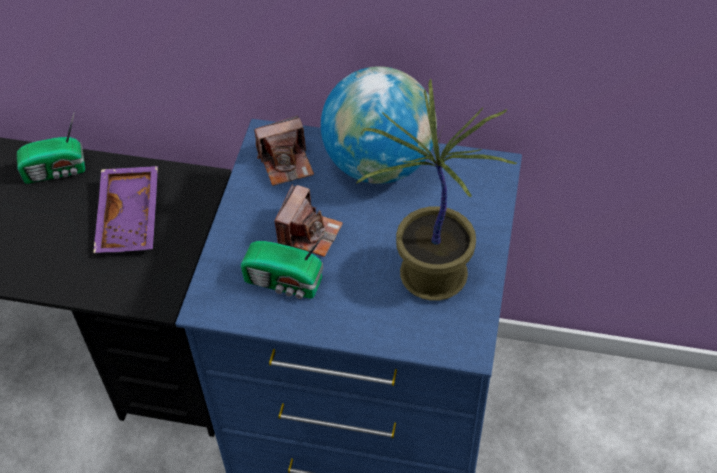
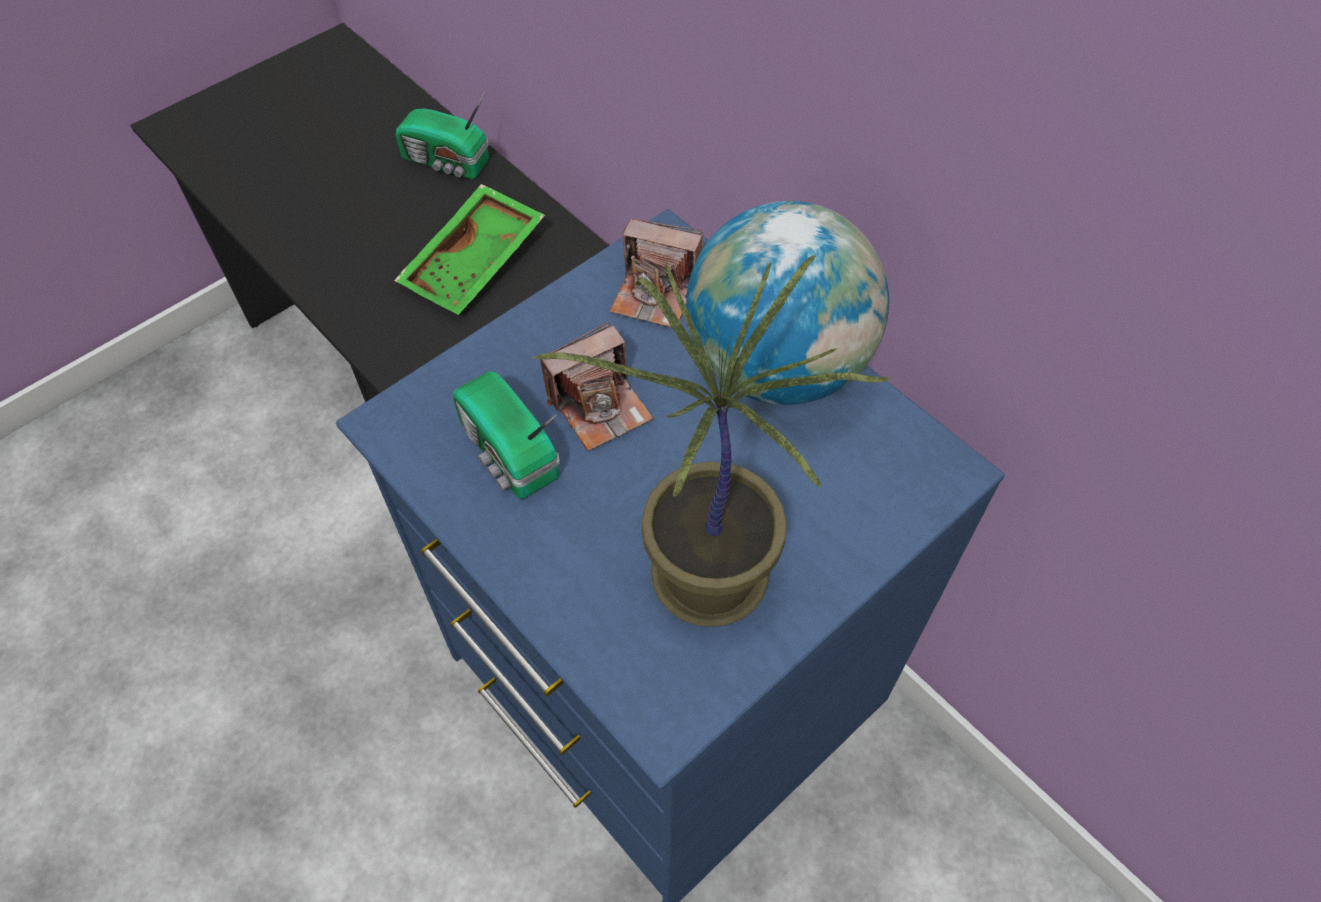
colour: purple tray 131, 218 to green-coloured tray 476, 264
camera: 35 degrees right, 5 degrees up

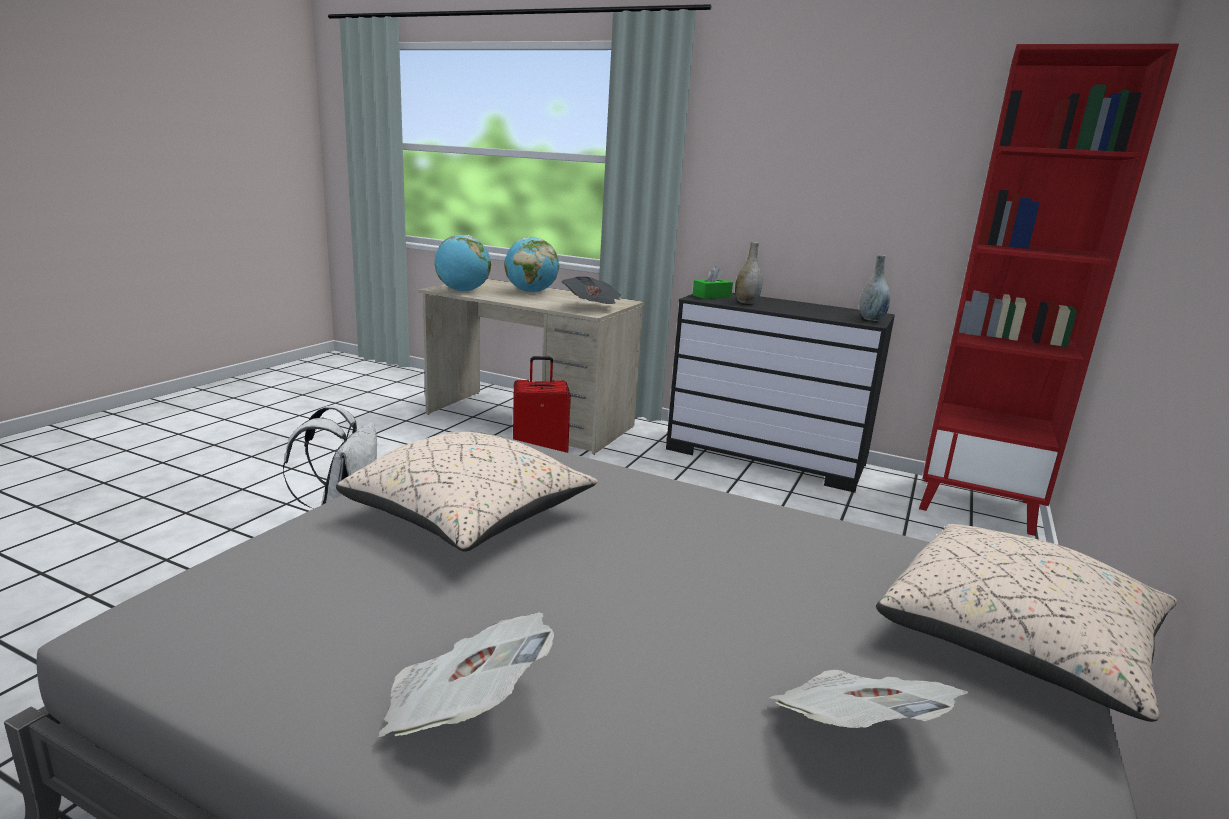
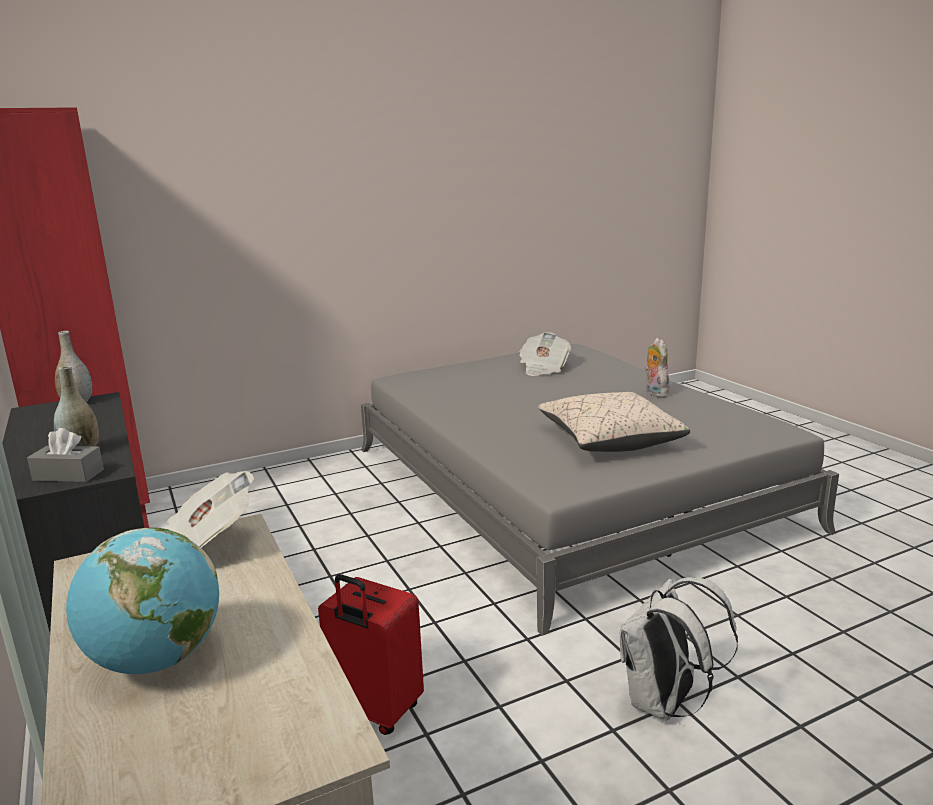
missing: globe 463, 291; beige-coloured pillow 1018, 643
exchanged: daily paper 463, 709 to plush toy 654, 393
colour: green-coloured tissue holder 711, 296 to grey tissue holder 68, 475
camera: 140 degrees left, 0 degrees up

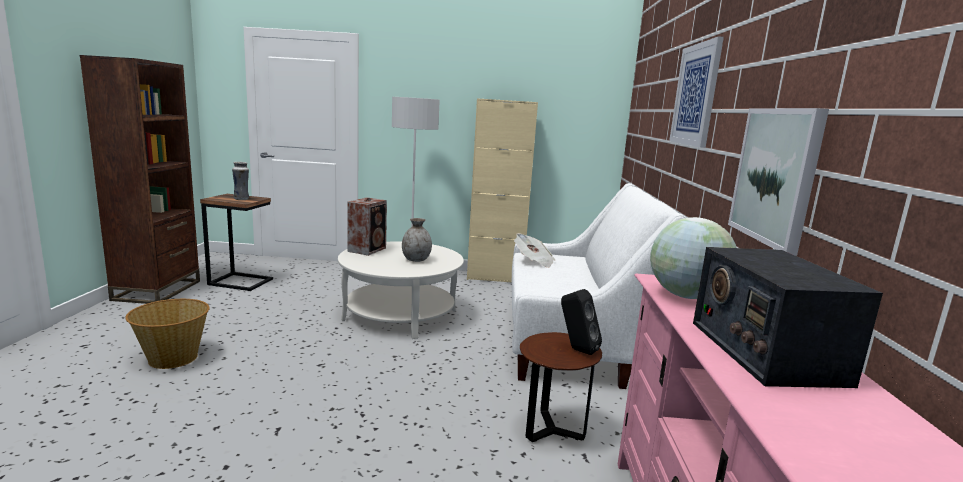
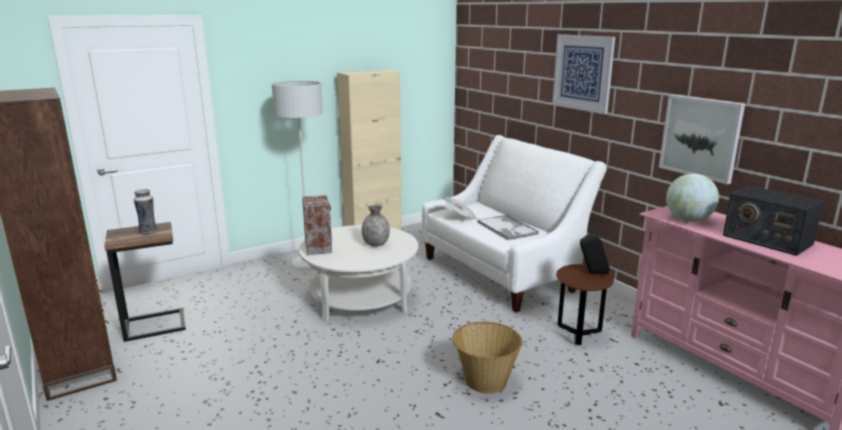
appeared: tray 507, 228
relocated: household basket 173, 358 to 485, 381
camera: 35 degrees left, 5 degrees up

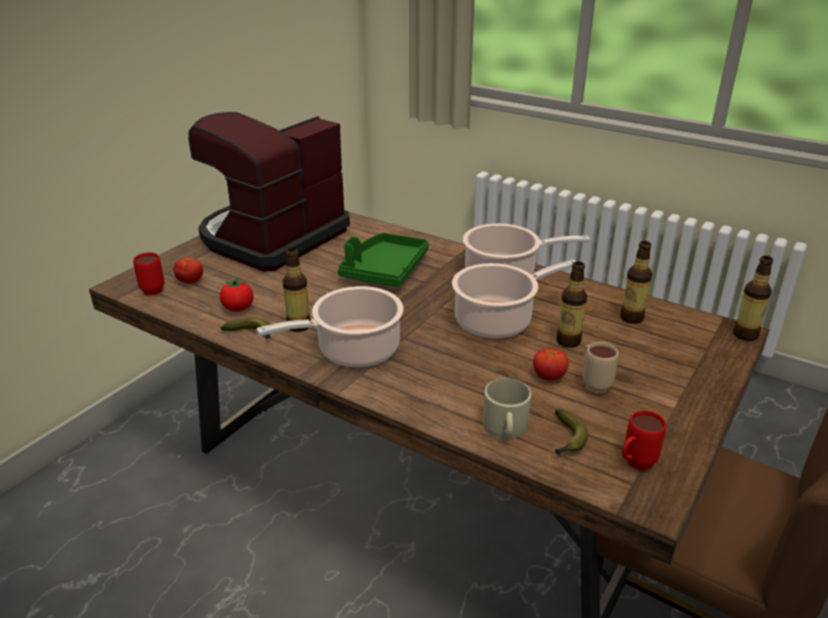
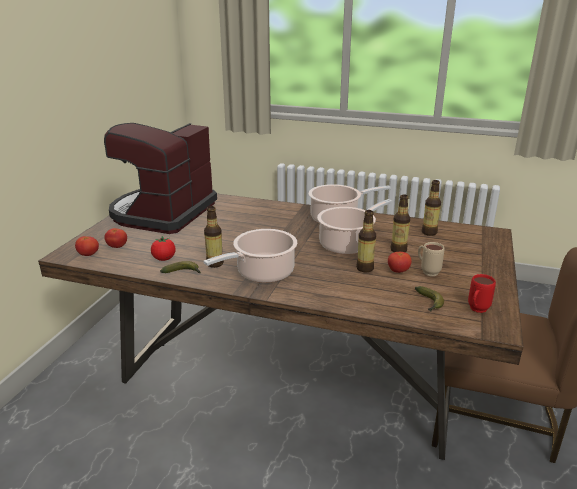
missing: green-coloured tray 384, 270; beige-coloured tea mug 505, 428
relocated: bottle 745, 335 to 365, 268
exchanged: red tea mug 150, 289 to fresh tomato 88, 255
camera: 15 degrees left, 5 degrees down

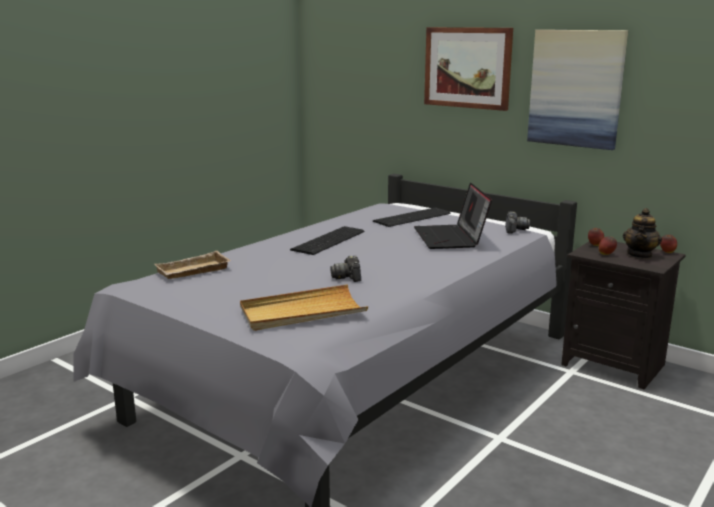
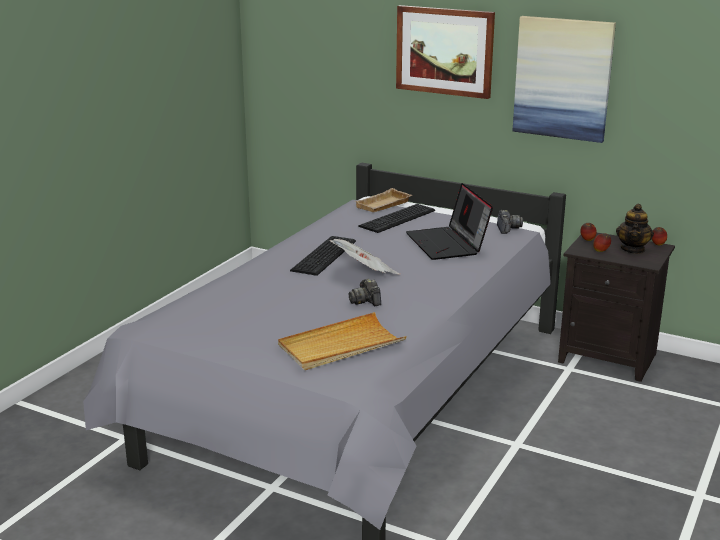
appeared: daily paper 365, 274
relocated: beige-coloured tray 193, 271 to 383, 205
camera: 10 degrees left, 5 degrees up

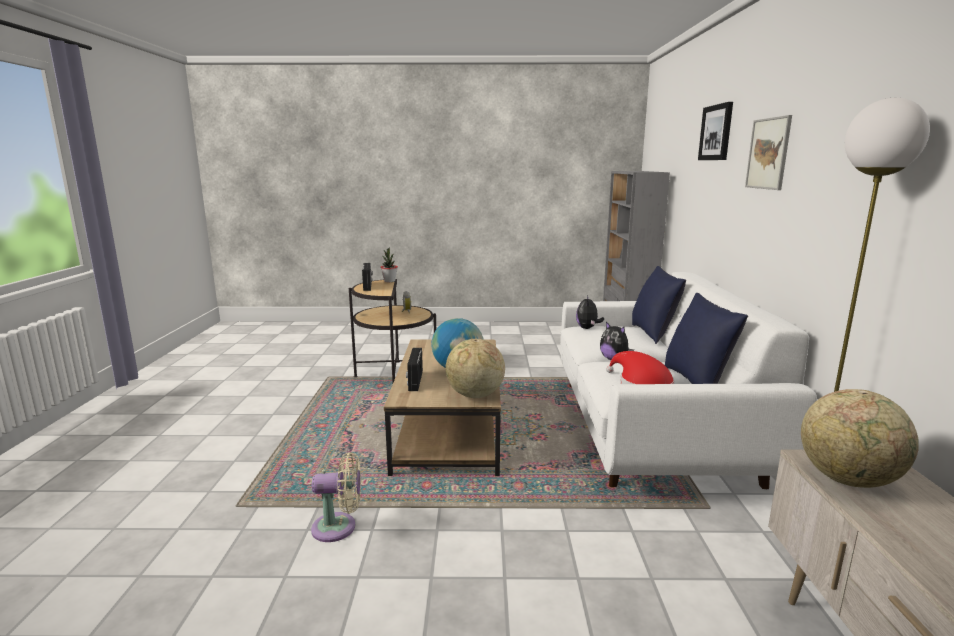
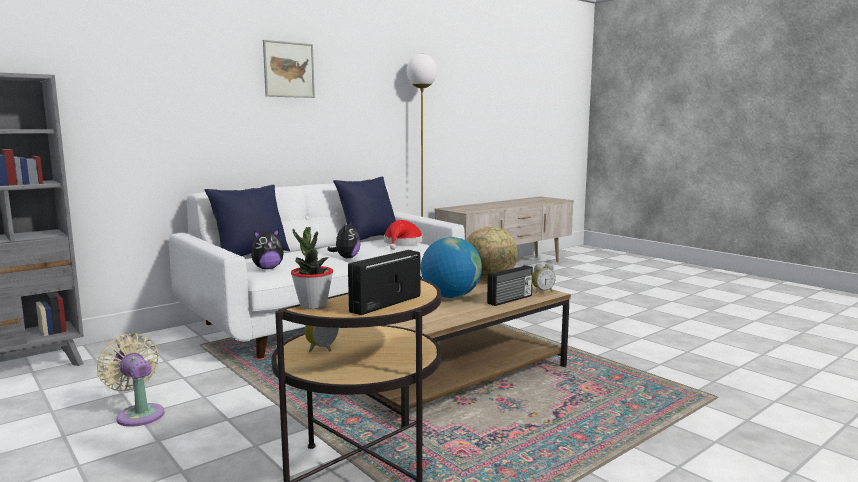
missing: wall picture 716, 132; globe 848, 479
appeared: bedside clock 542, 291
relocated: beige-coloured fan 339, 527 to 138, 414
camera: 130 degrees left, 5 degrees down

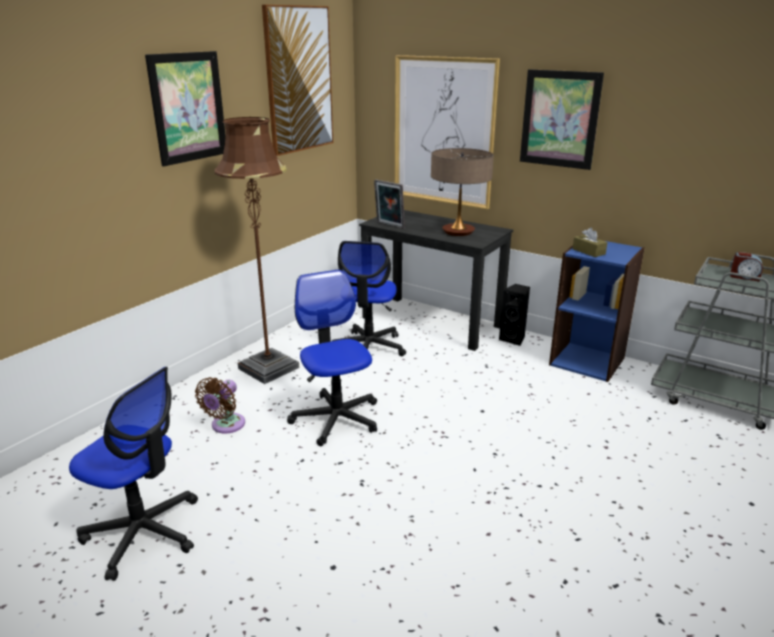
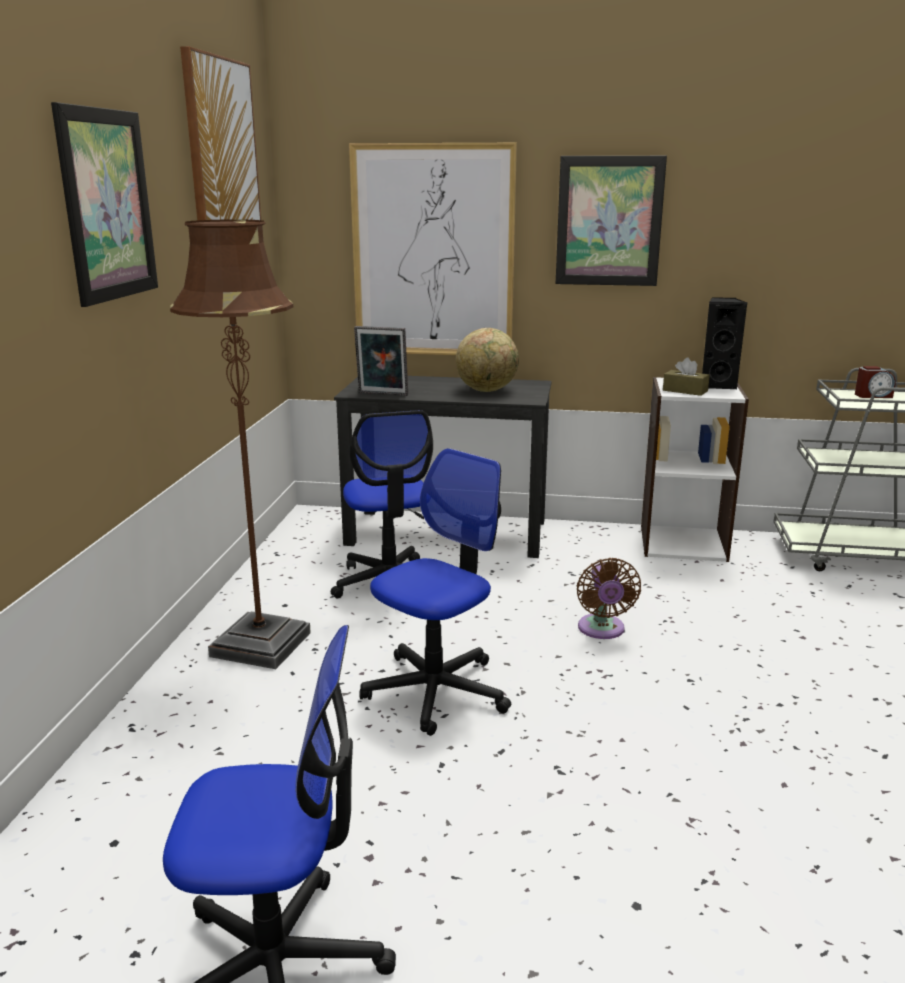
relocated: black-coloured loudspeaker 513, 339 to 717, 385; brown-coloured fan 226, 426 to 602, 630
exchanged: tabletop lamp 458, 231 to globe 487, 390
colour: bluish shelving unit 587, 361 to white shelving unit 683, 542
spun: computer chair 336, 418 = 436, 691 90 degrees clockwise
camera: 25 degrees left, 5 degrees down

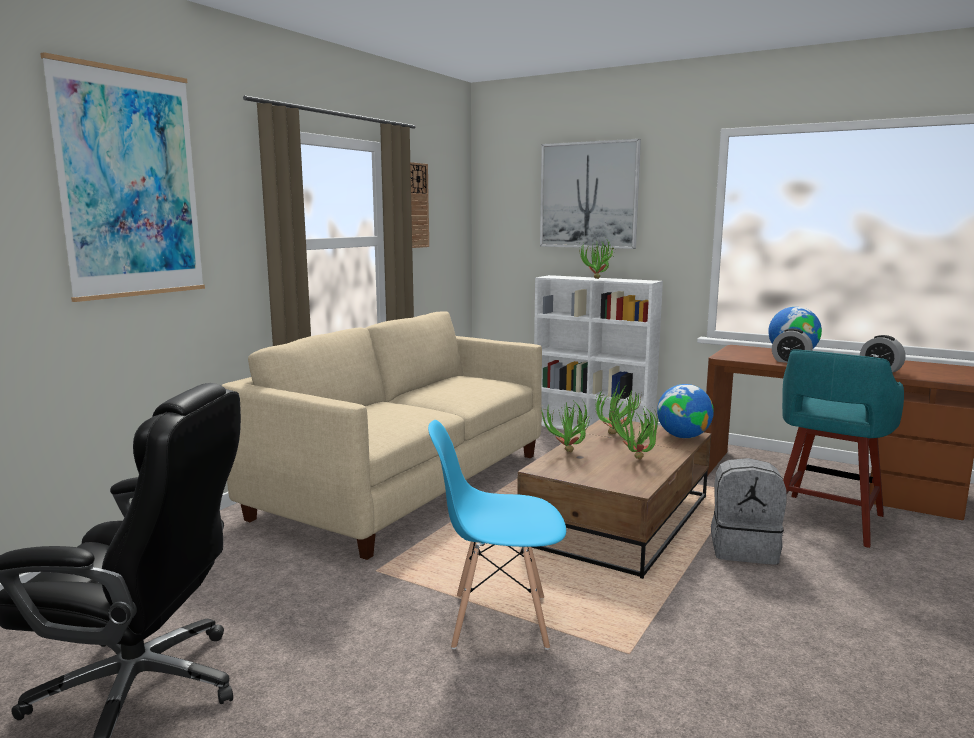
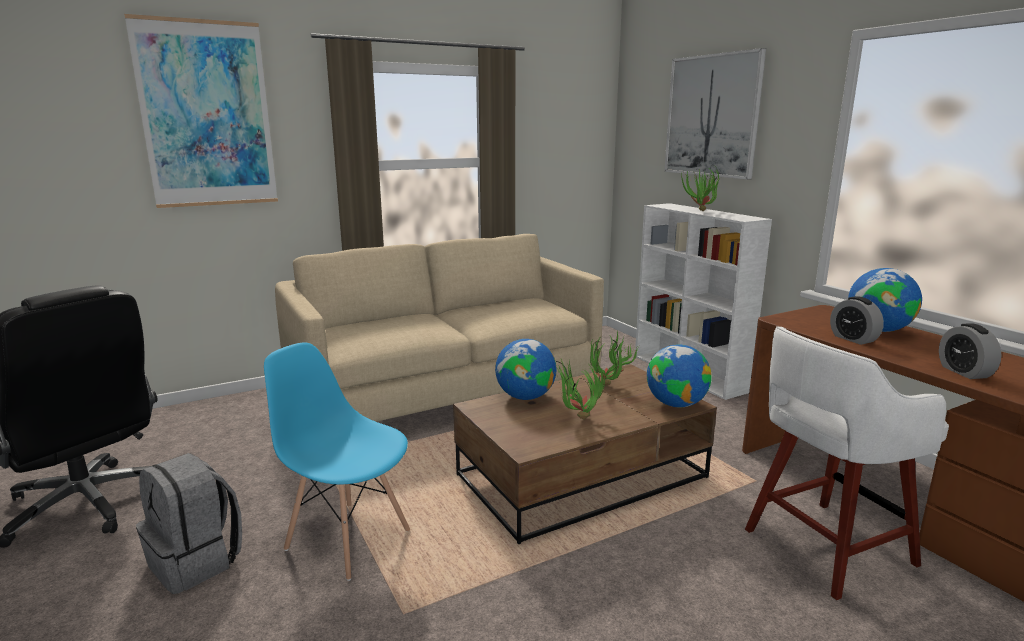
missing: hanging clock 417, 205
relocated: grey backpack 744, 549 to 197, 562
exchanged: houseplant 567, 454 to globe 525, 397
colour: turquoise stool 826, 521 to white stool 824, 548
camera: 30 degrees right, 5 degrees up

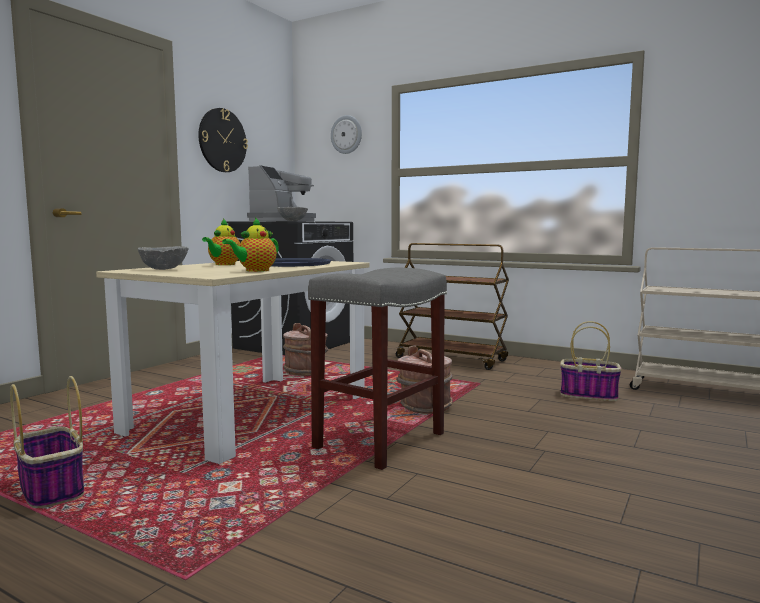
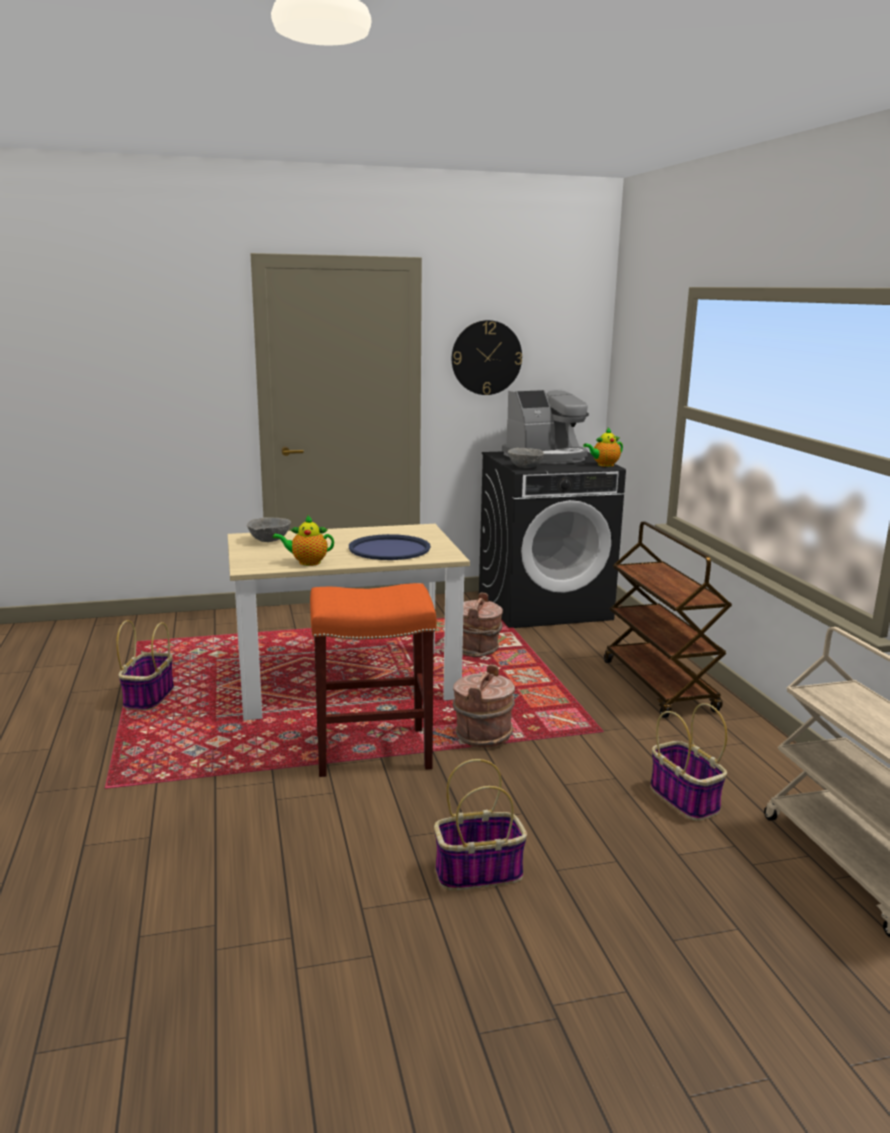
missing: hanging clock 346, 134
appeared: household basket 479, 872
relocated: teapot 224, 264 to 604, 465
colour: grey stool 379, 441 to orange-coloured stool 371, 752
camera: 45 degrees right, 10 degrees up

